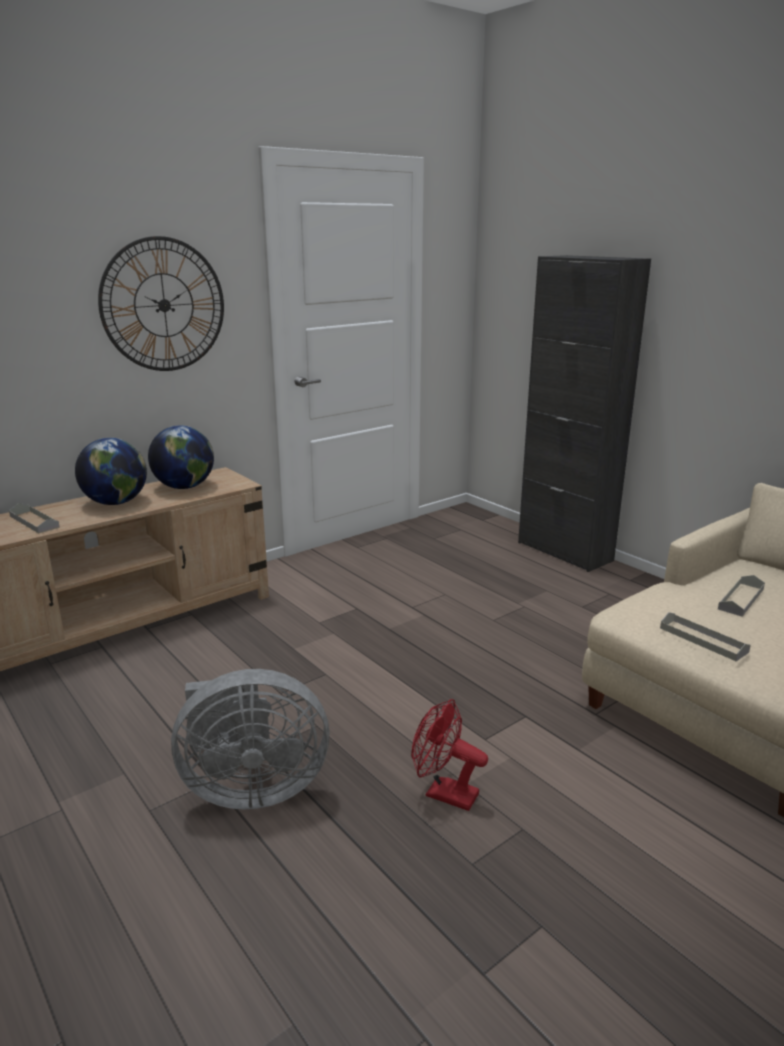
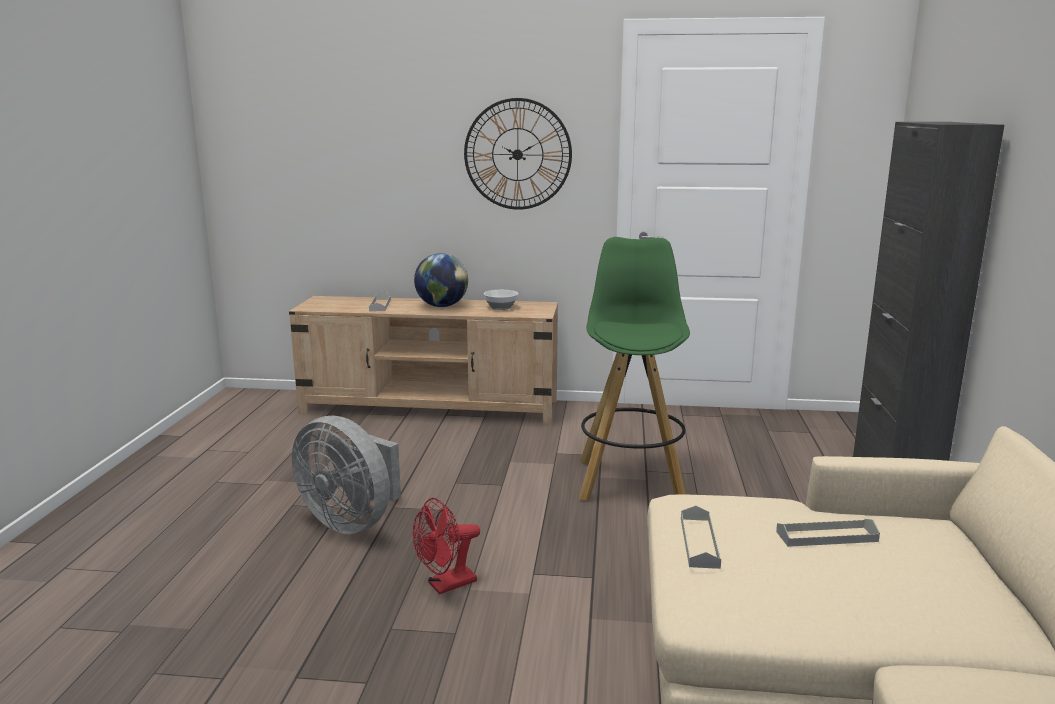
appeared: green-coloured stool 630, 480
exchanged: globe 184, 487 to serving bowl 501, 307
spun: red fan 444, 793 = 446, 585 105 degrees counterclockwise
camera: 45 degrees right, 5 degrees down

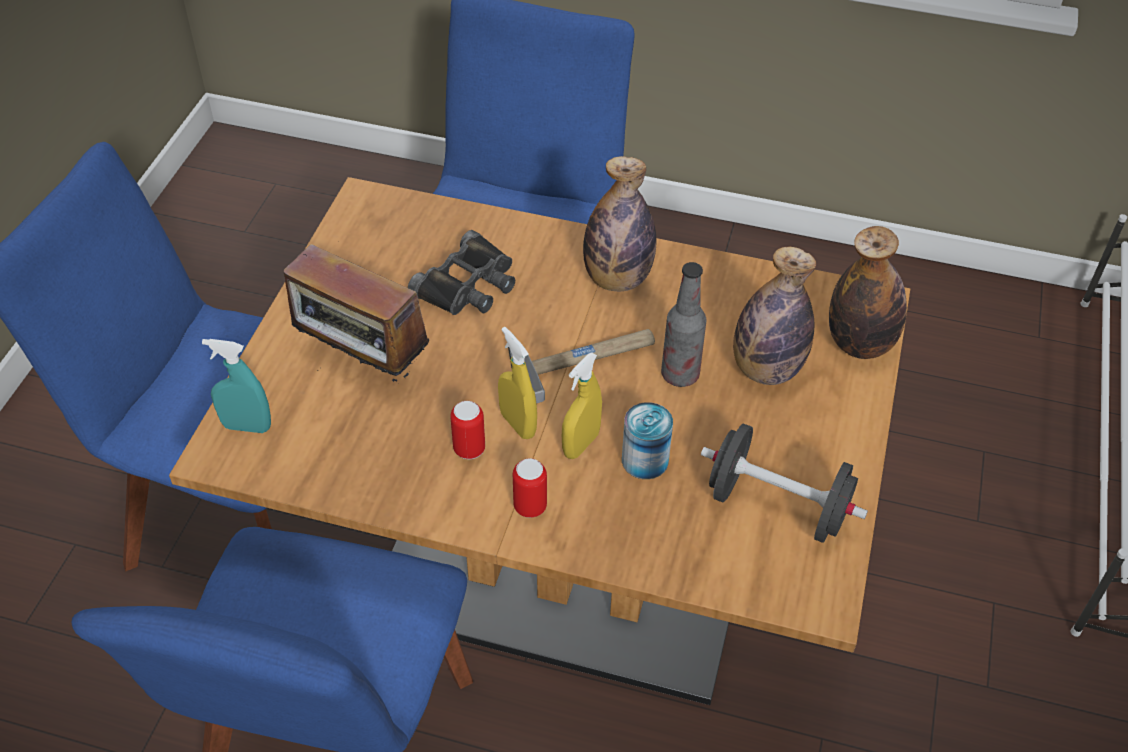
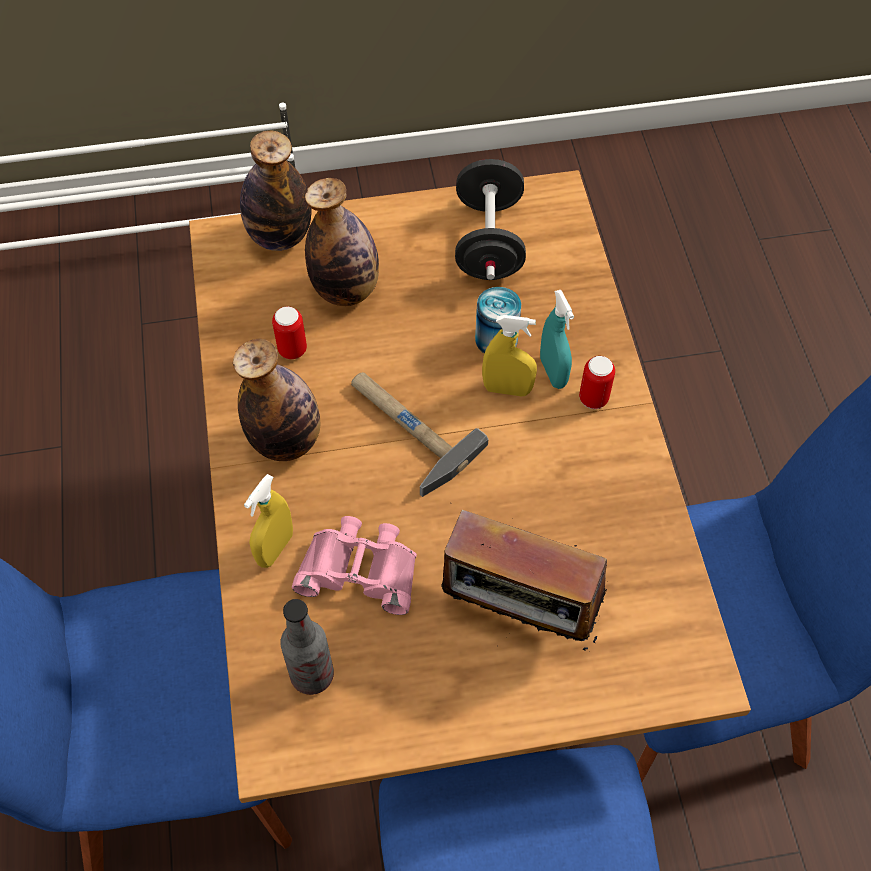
relocated: bottle 680, 375 to 312, 675; yellow-coloured hand sprayer 518, 424 to 275, 548; turquoise hand sprayer 247, 426 to 553, 372; metal can 469, 449 to 292, 350
colour: black-coloured pair of binoculars 469, 285 to pinkish pair of binoculars 360, 568
spun: radio 362, 363 = 519, 612 105 degrees clockwise
camera: 115 degrees left, 10 degrees up

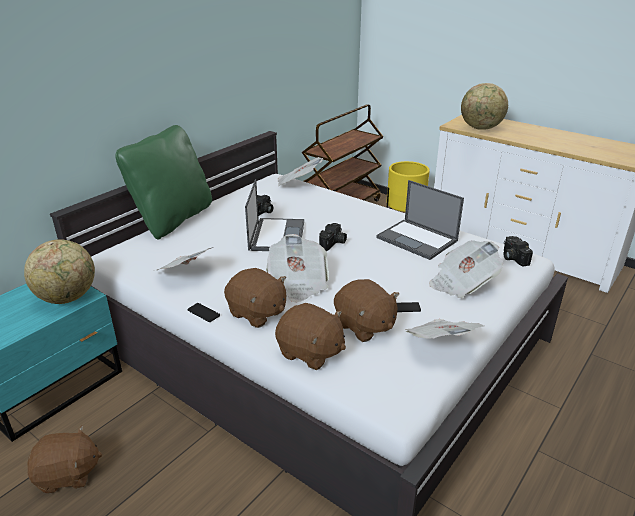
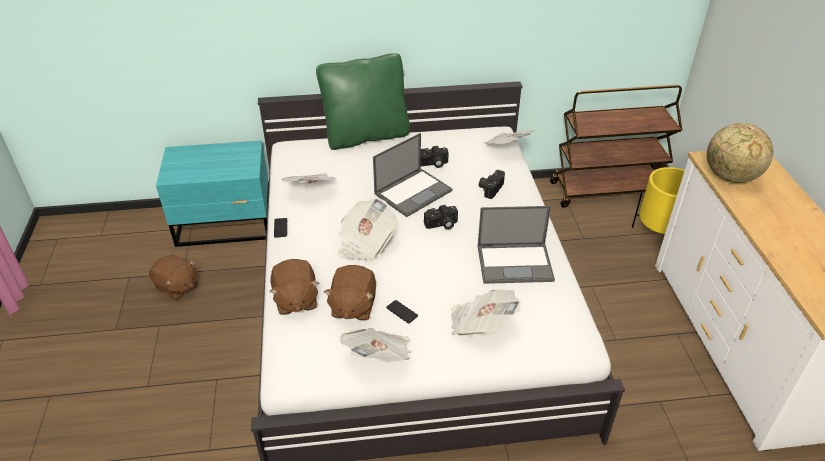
missing: globe 68, 297; brown-coloured plush toy 257, 313
relocated: still camera 512, 257 to 490, 188
spun: laptop 418, 239 = 515, 263 90 degrees counterclockwise
camera: 45 degrees right, 10 degrees up

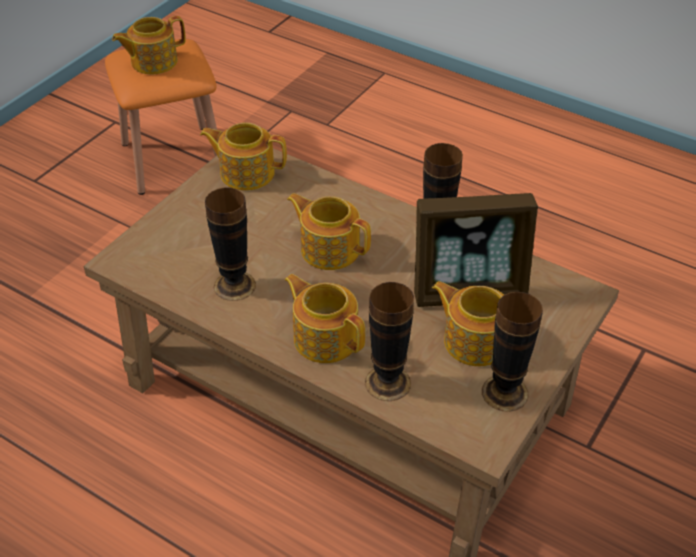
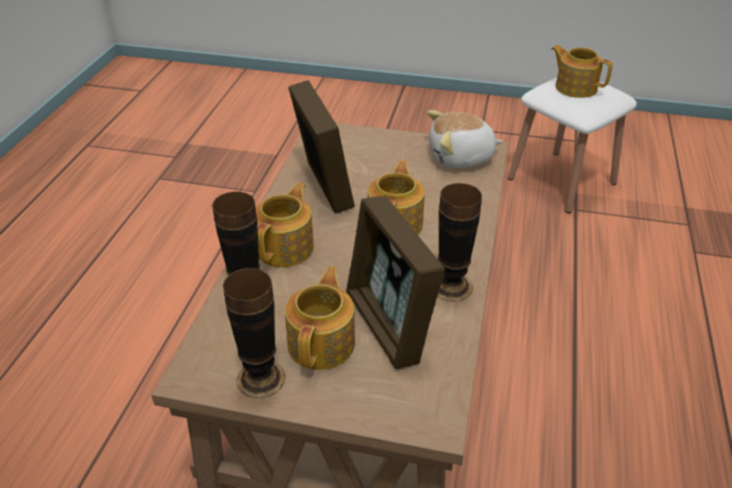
exchanged: teapot 246, 172 to plush toy 461, 157; flower vase 234, 285 to photo frame 323, 187
colour: orange-coloured stool 173, 159 to white stool 561, 181
camera: 70 degrees right, 5 degrees down

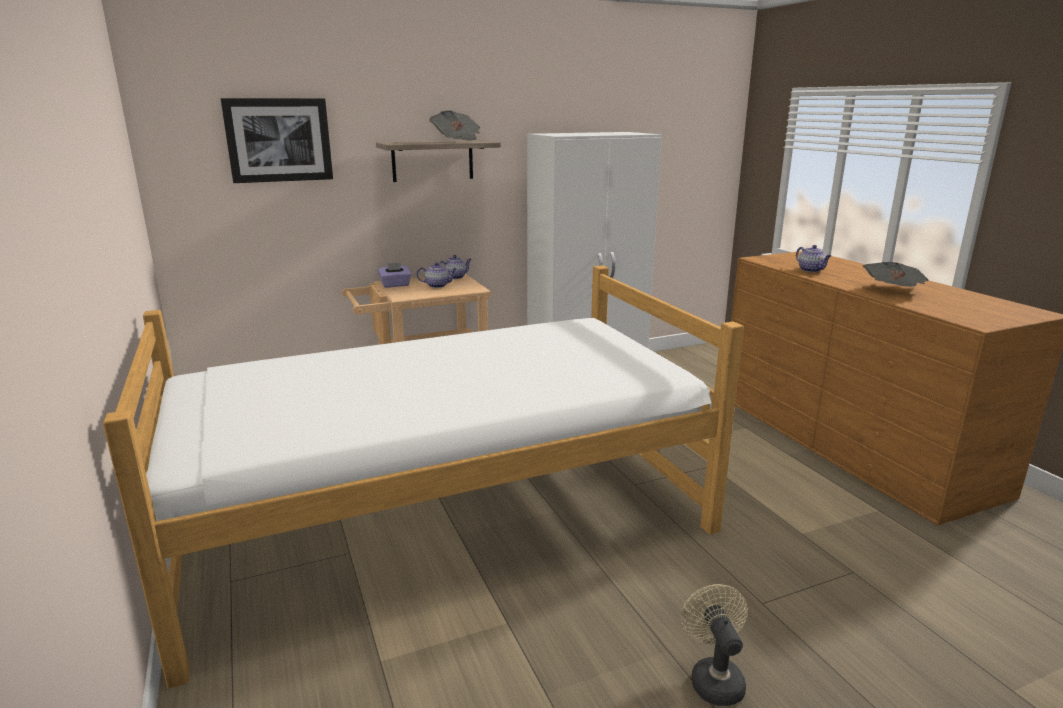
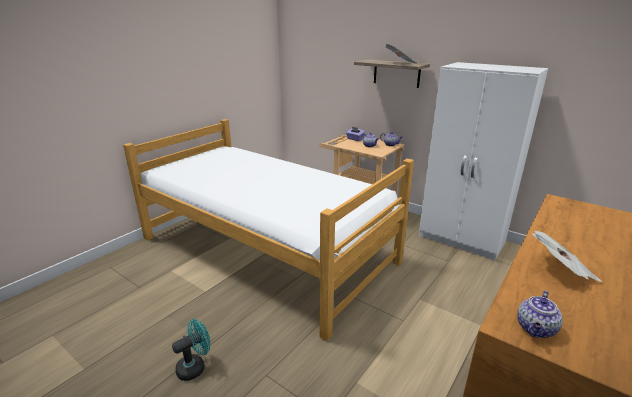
missing: wall picture 279, 140
relocated: teapot 811, 270 to 536, 329
colour: beige-coloured fan 713, 678 to turquoise fan 195, 366
camera: 60 degrees right, 5 degrees up

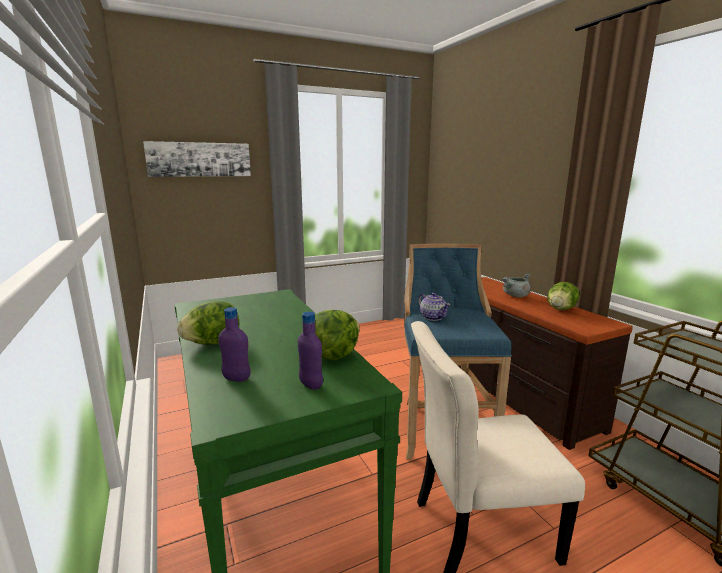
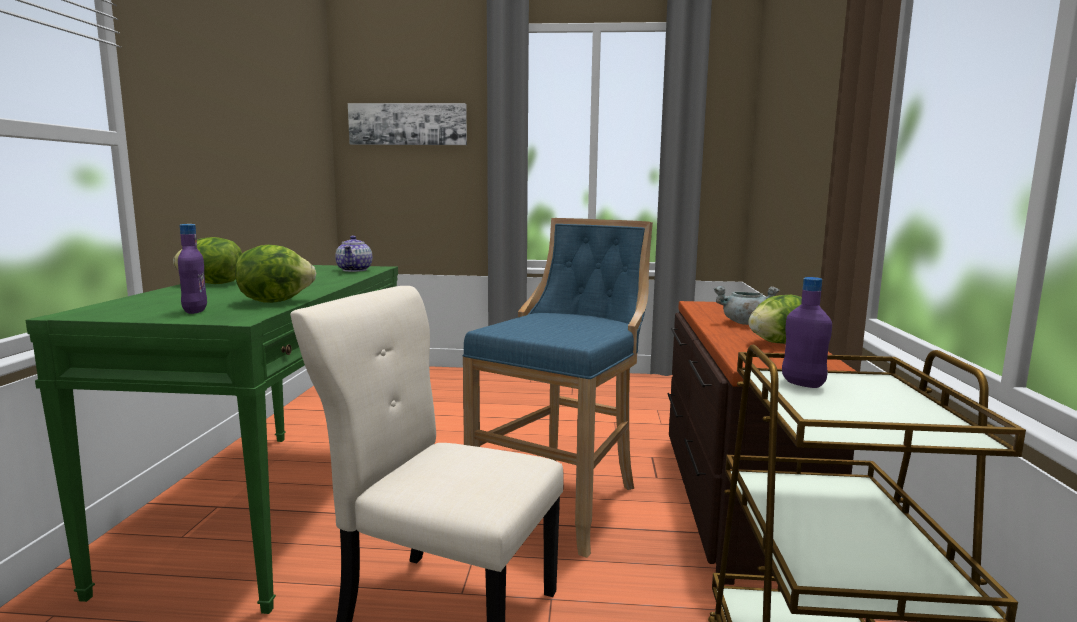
relocated: teapot 433, 317 to 355, 270; purple bottle 236, 378 to 802, 384
camera: 30 degrees right, 5 degrees down

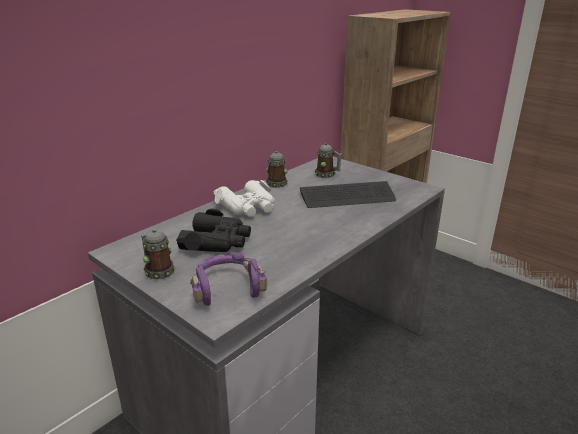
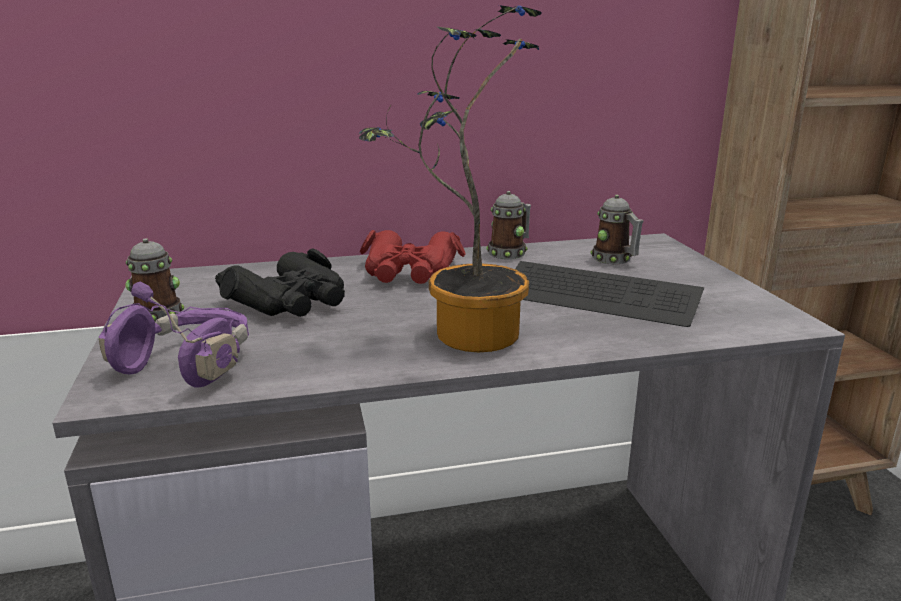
appeared: houseplant 464, 333
colour: white pair of binoculars 248, 207 to red pair of binoculars 410, 272
camera: 35 degrees right, 5 degrees down

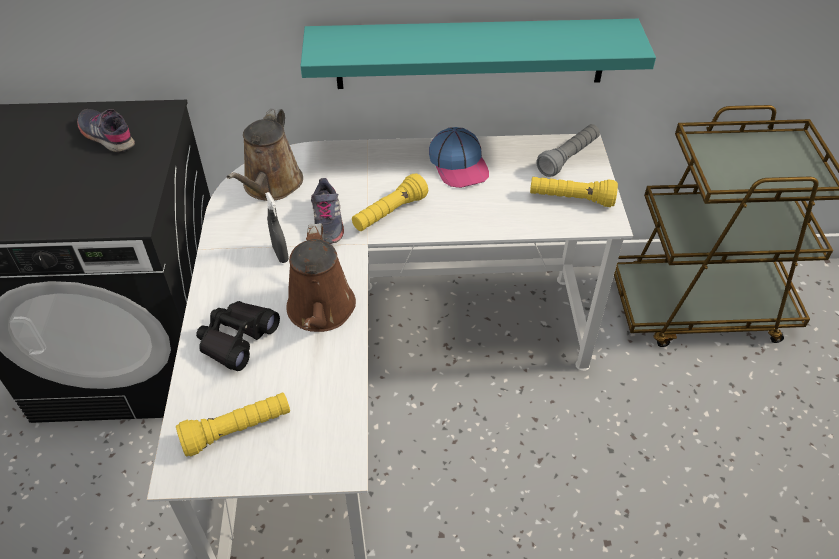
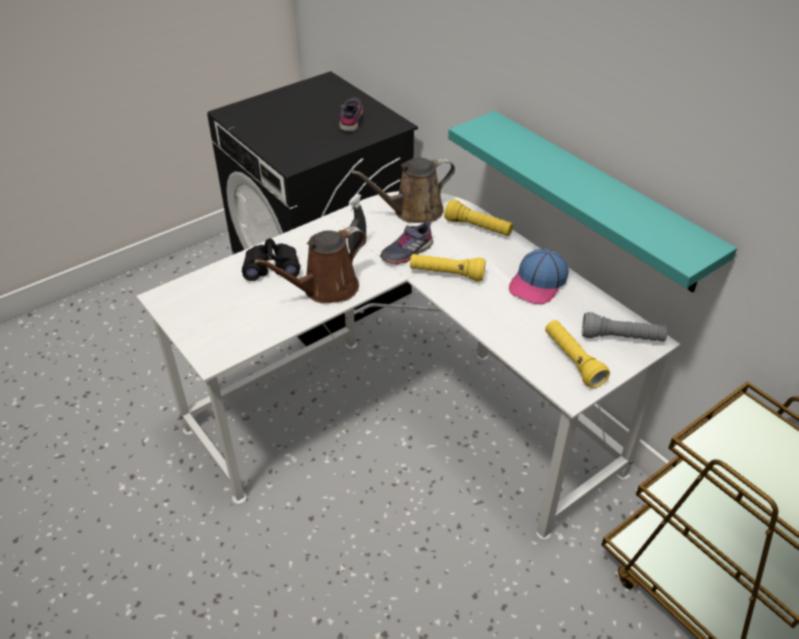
relocated: yellow-coloured torch 237, 430 to 478, 228
camera: 55 degrees right, 5 degrees down

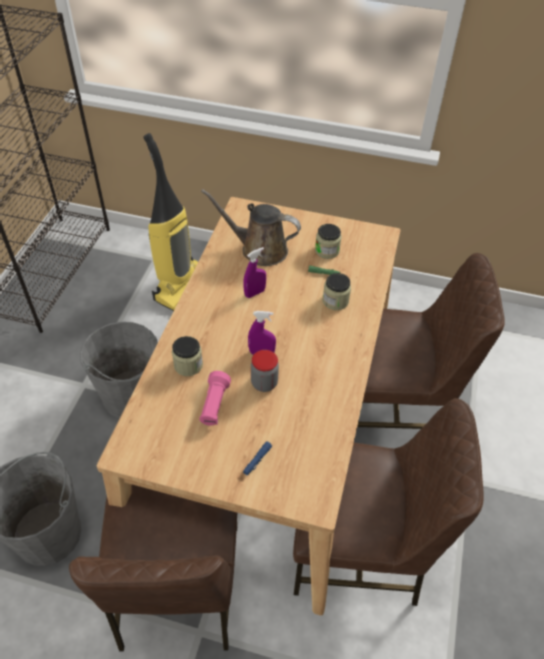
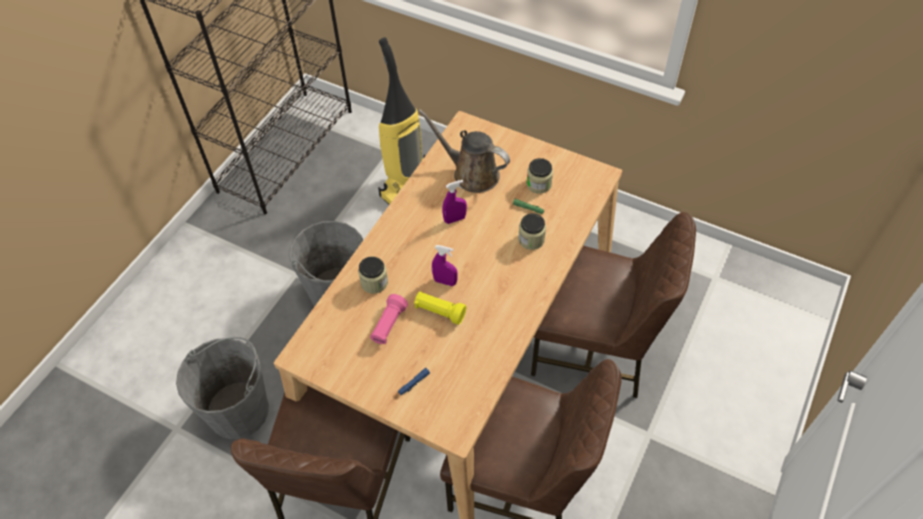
exchanged: preserve jar 264, 383 to yellow-coloured torch 439, 312
camera: 15 degrees right, 5 degrees up

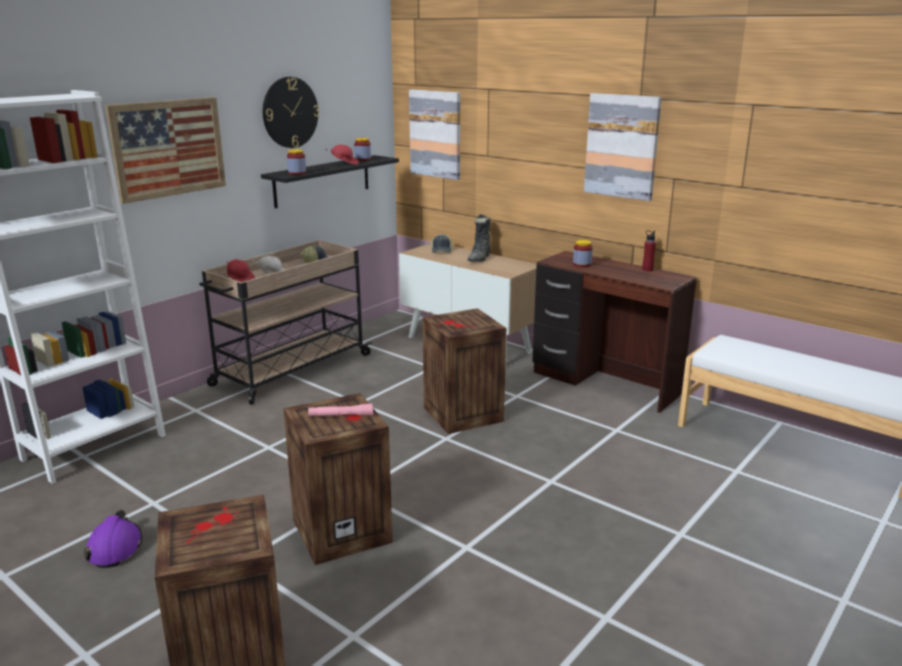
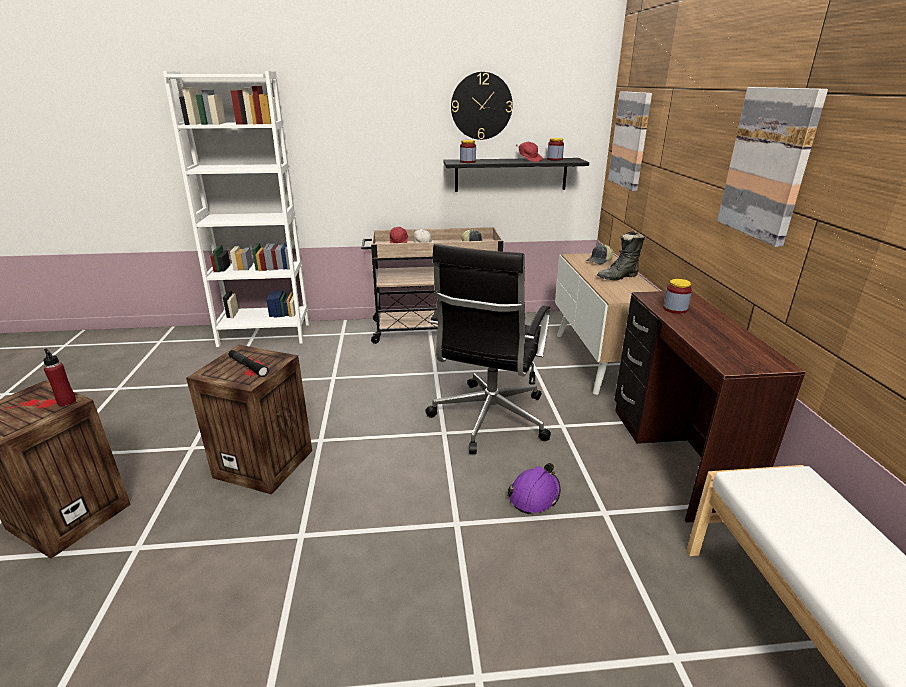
missing: wall picture 168, 148
relocated: red bottle 647, 269 to 67, 402; purple safety helmet 115, 548 to 534, 495
exchanged: crate 462, 415 to black-coloured computer chair 489, 419
colour: pinkish torch 341, 416 to black-coloured torch 248, 367
camera: 45 degrees right, 5 degrees up

